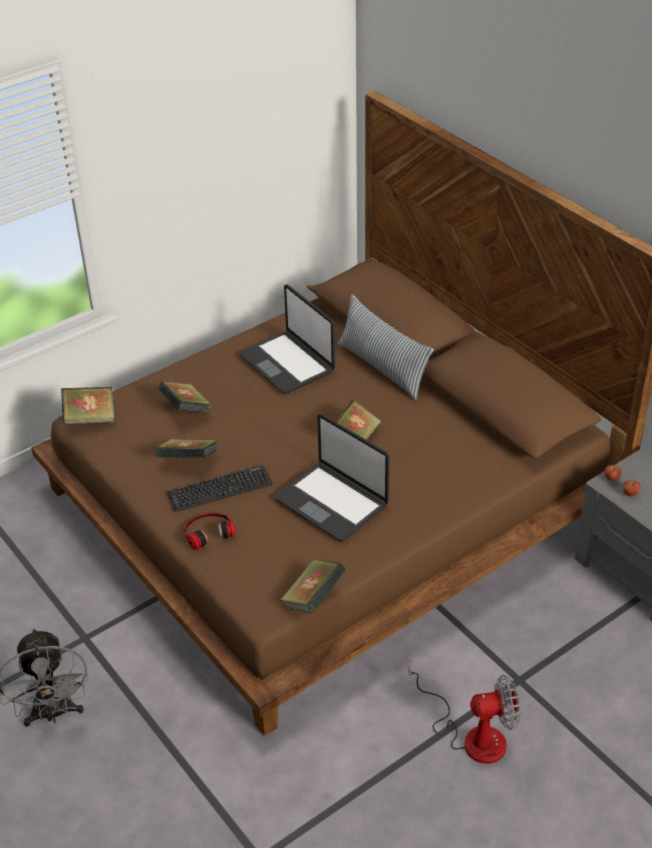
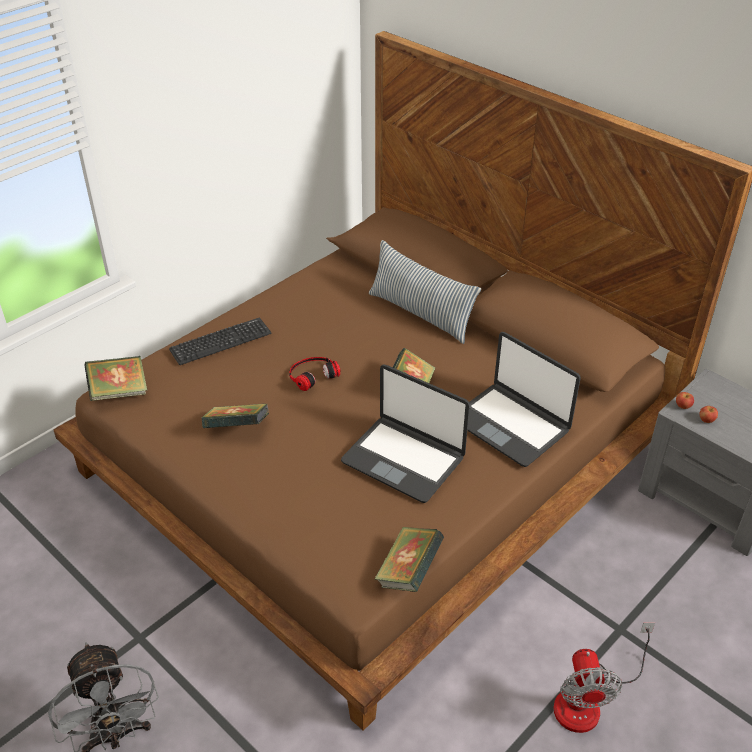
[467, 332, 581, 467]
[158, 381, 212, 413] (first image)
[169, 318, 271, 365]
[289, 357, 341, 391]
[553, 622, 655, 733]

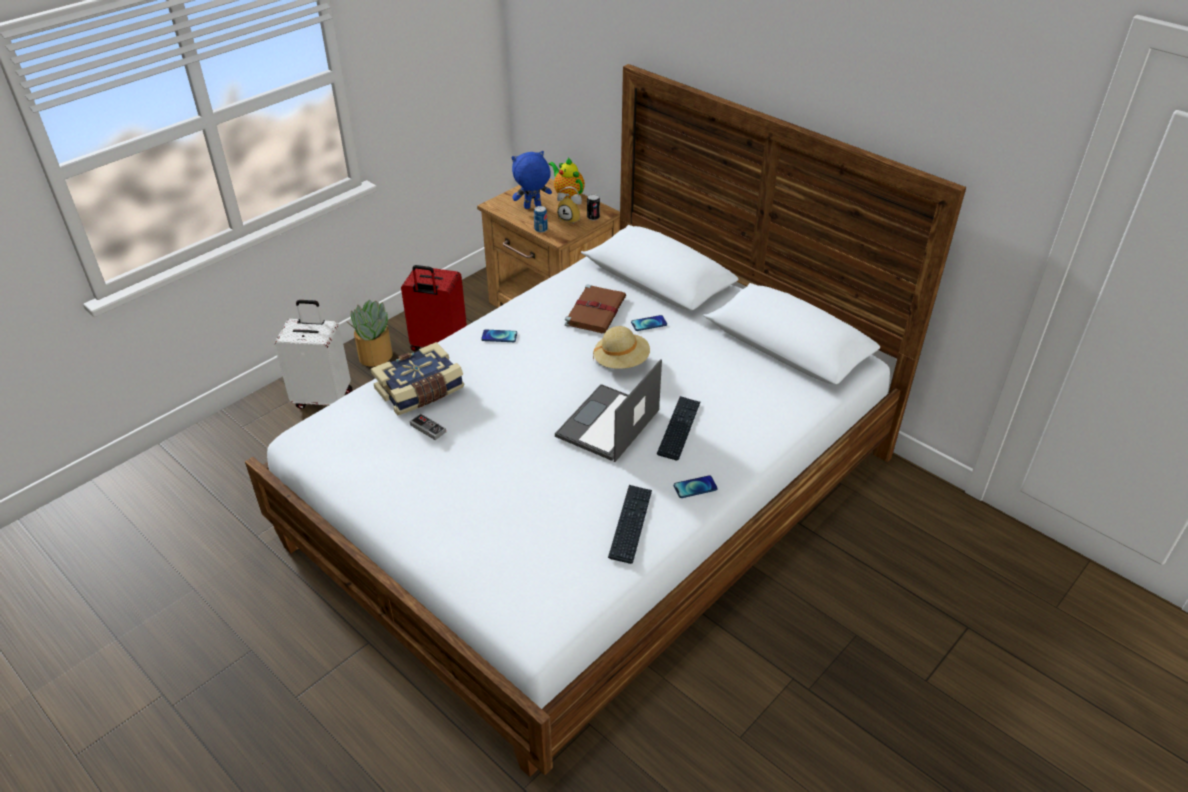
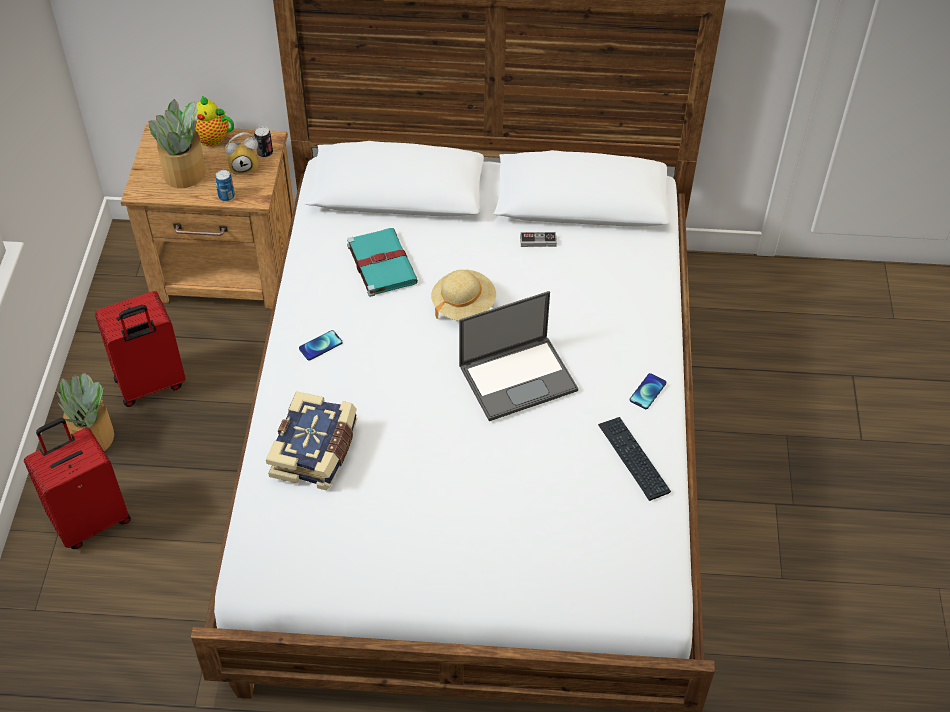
[149, 99, 206, 188]
[347, 228, 418, 297]
[24, 418, 131, 549]
[631, 315, 667, 331] (first image)
[459, 291, 578, 421]
[657, 396, 700, 460] (first image)
[520, 232, 557, 247]

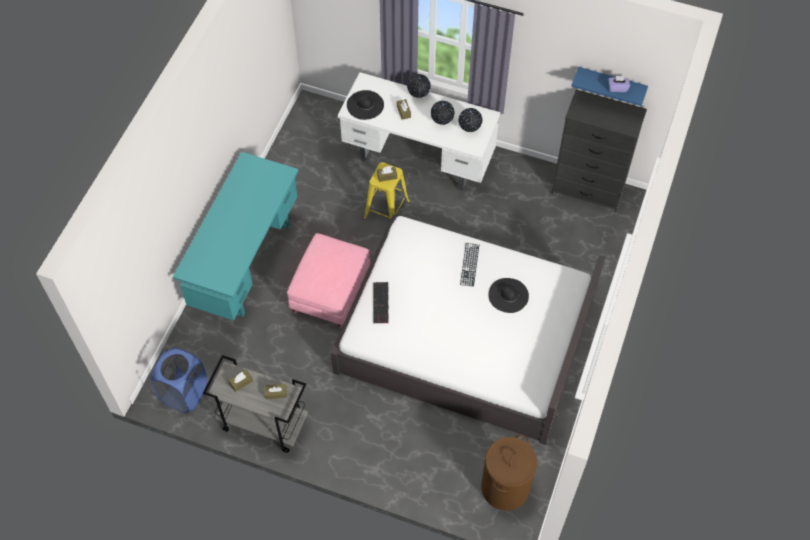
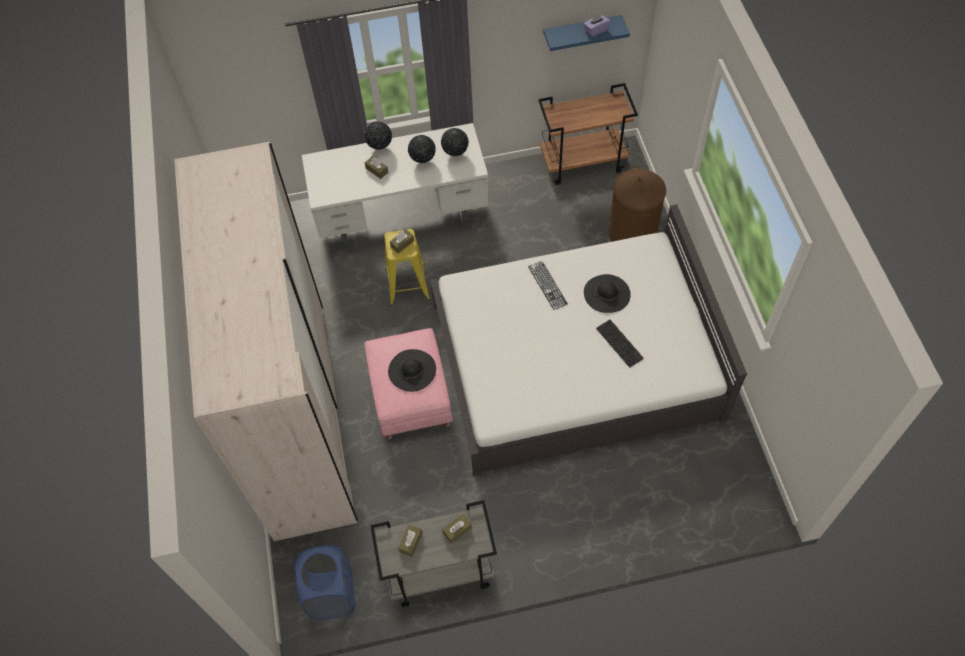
[538, 83, 638, 185]
[388, 349, 436, 392]
[174, 141, 358, 541]
[596, 320, 644, 368]
[608, 166, 666, 242]

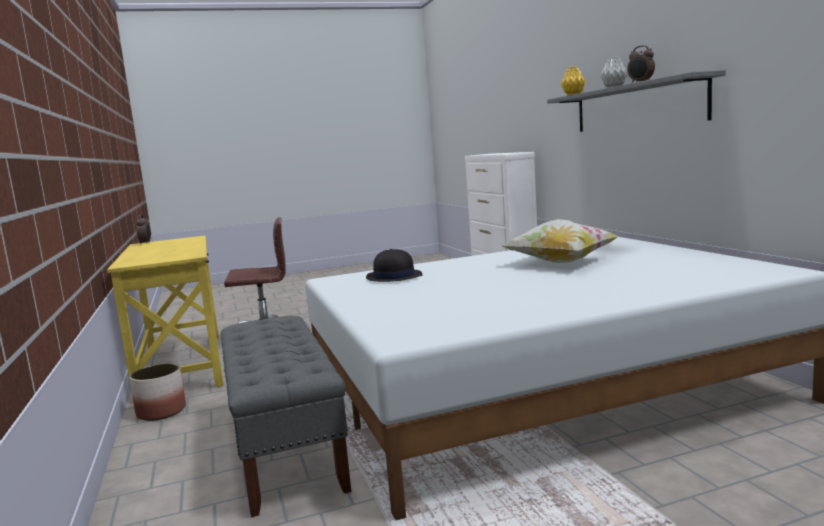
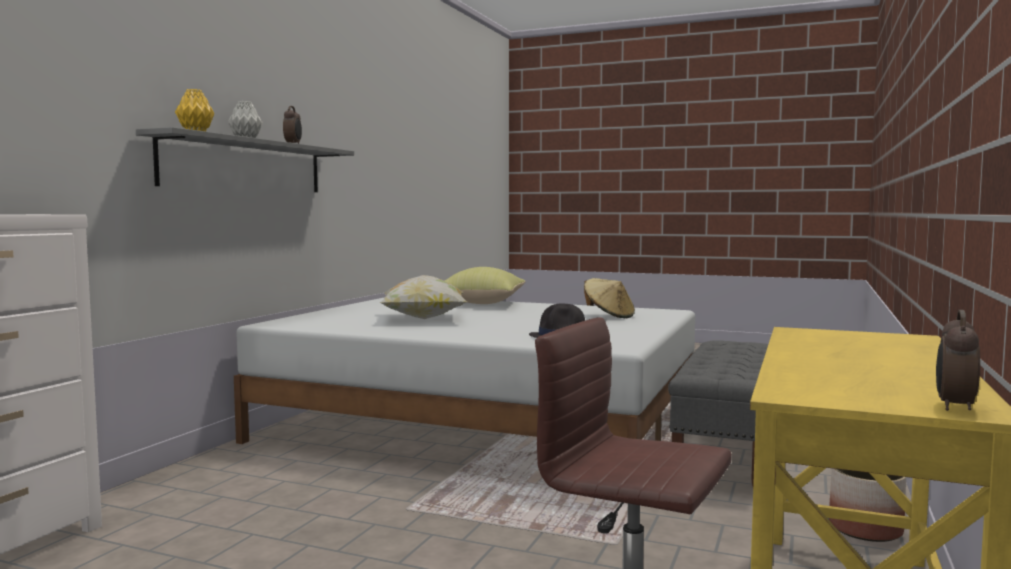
[445, 267, 526, 304]
[584, 278, 635, 318]

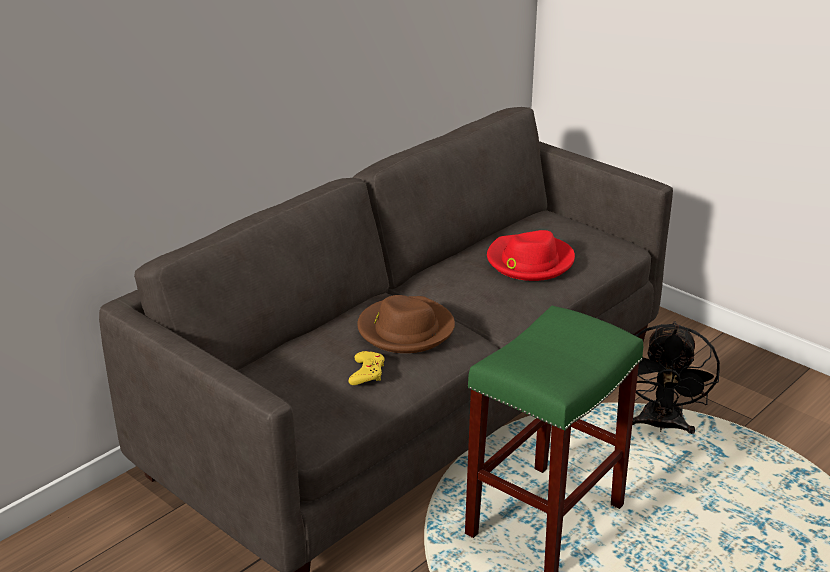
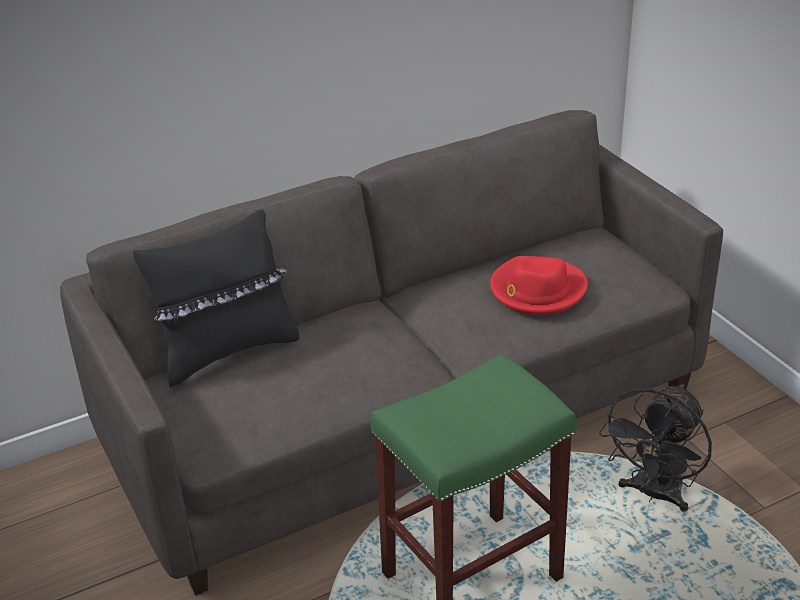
[357, 295, 455, 353] (first image)
[348, 351, 385, 385] (first image)
[133, 209, 299, 388]

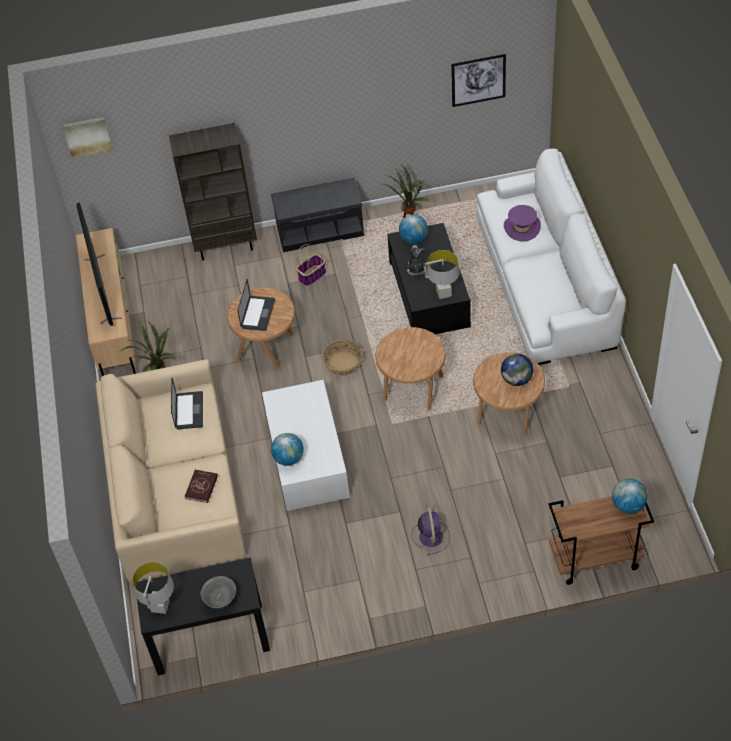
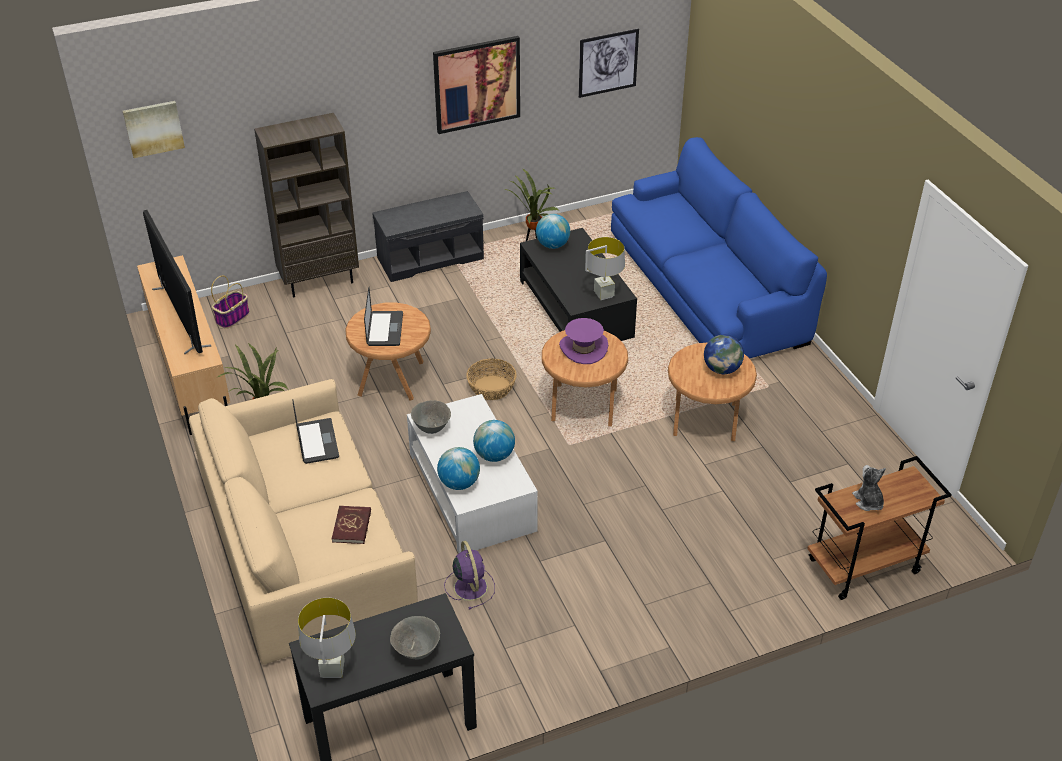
[611, 137, 827, 358]
[559, 318, 608, 364]
[211, 275, 250, 329]
[852, 465, 886, 511]
[473, 420, 515, 462]
[444, 541, 495, 609]
[433, 36, 520, 134]
[411, 400, 451, 434]

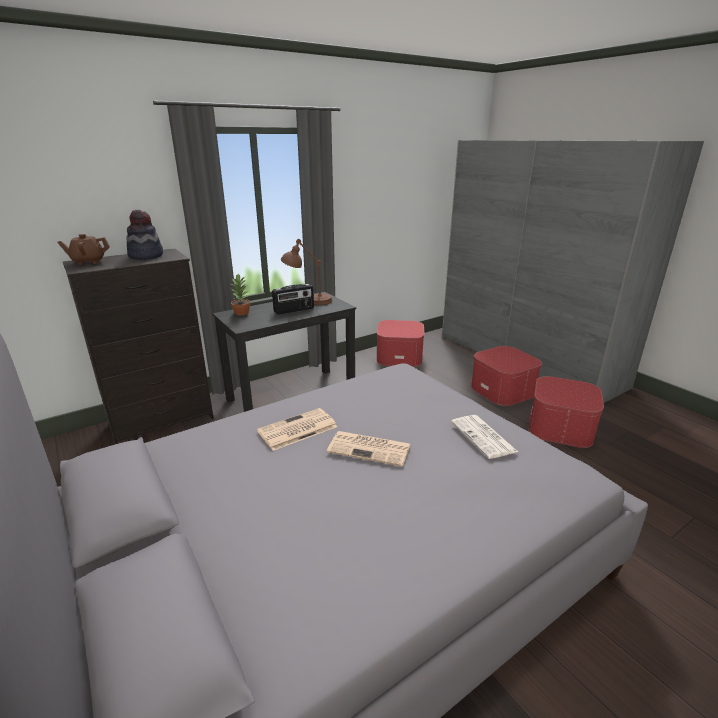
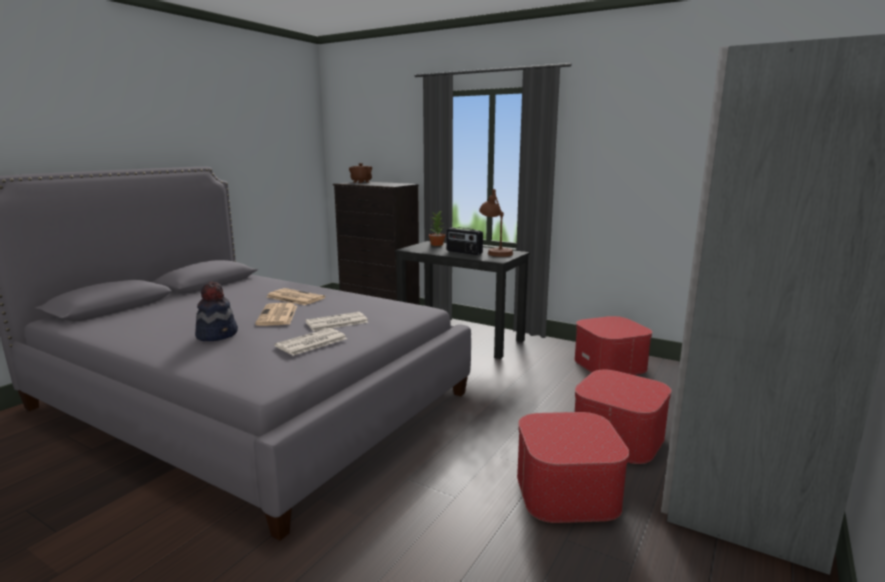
[195, 282, 238, 341]
[305, 312, 369, 331]

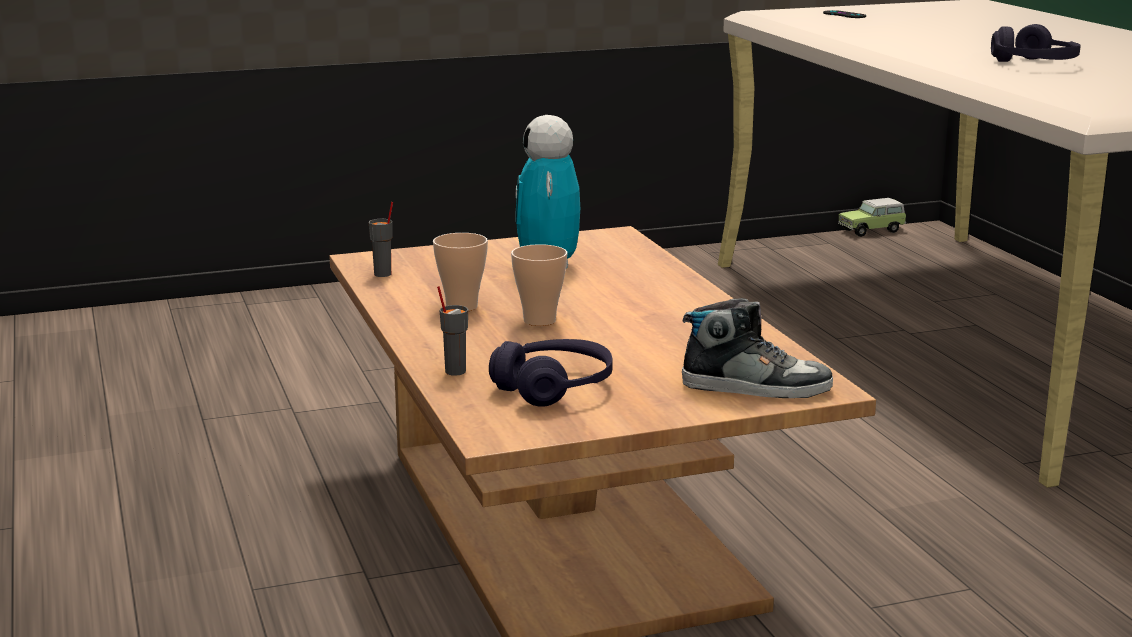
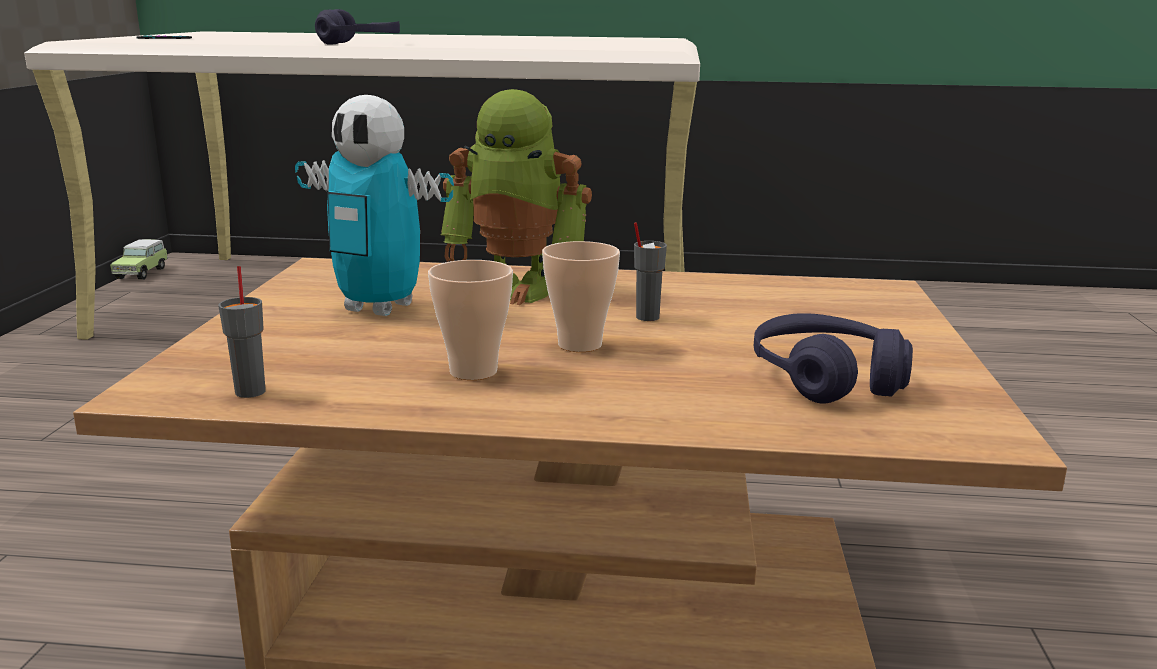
[315, 9, 400, 45]
[634, 222, 667, 321]
[682, 298, 833, 398] (first image)
[440, 89, 592, 305]

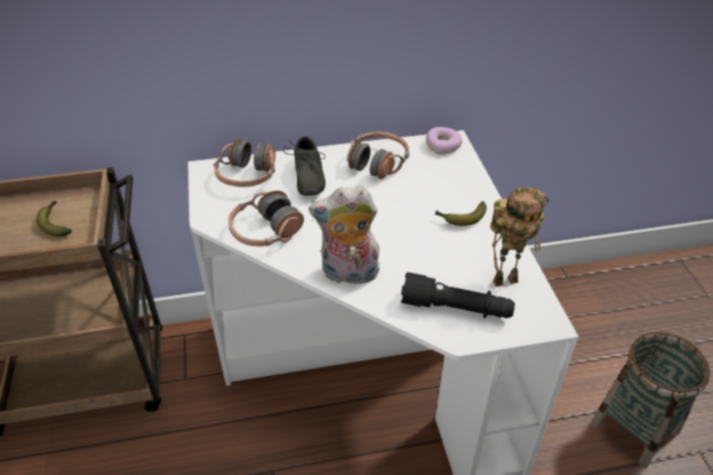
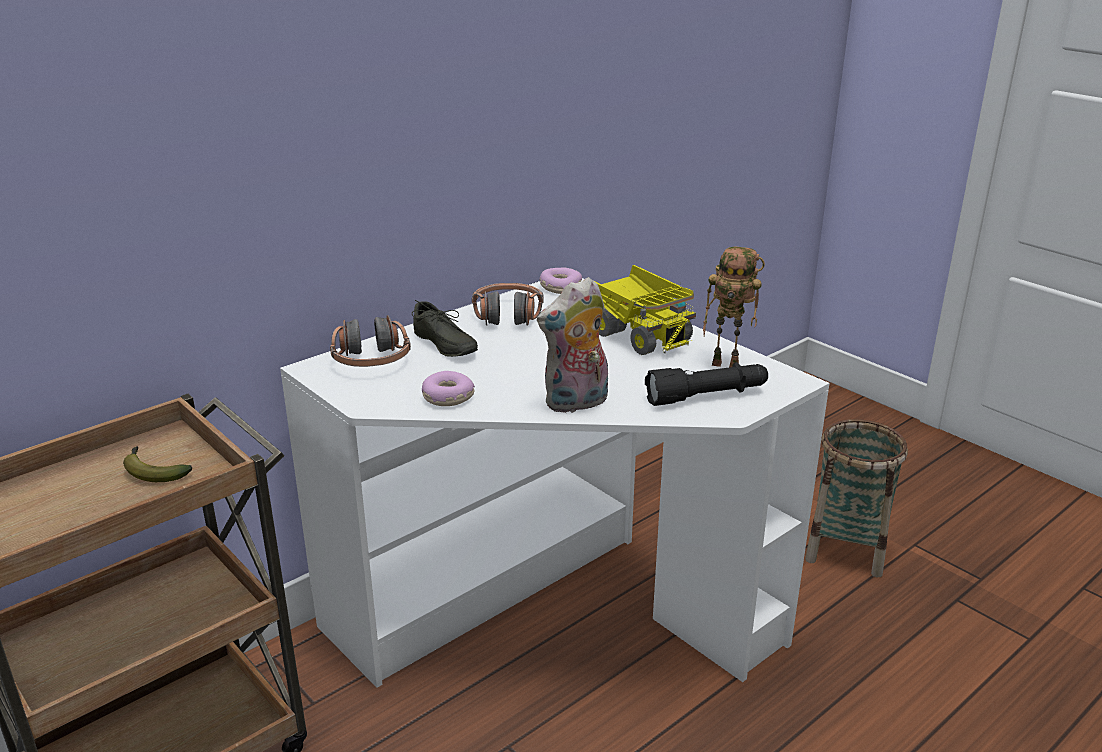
[703, 247, 765, 367]
[422, 371, 475, 406]
[593, 265, 696, 355]

